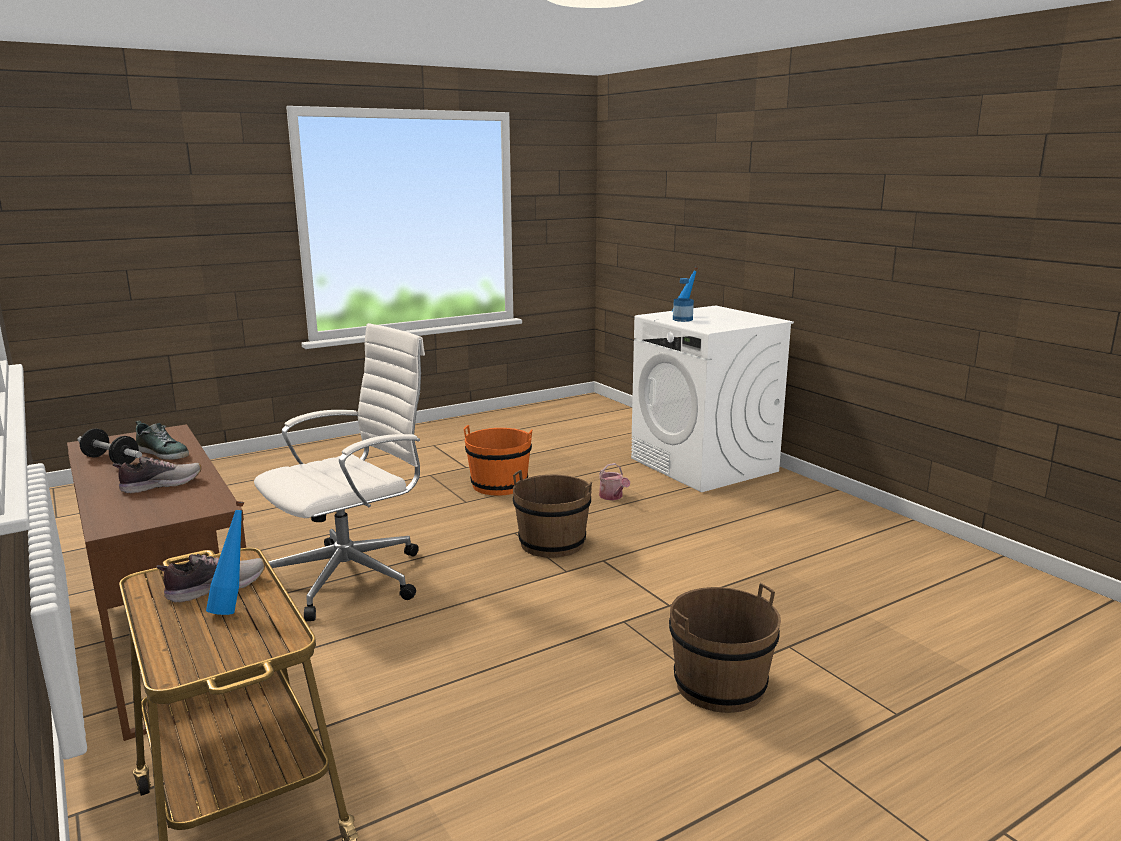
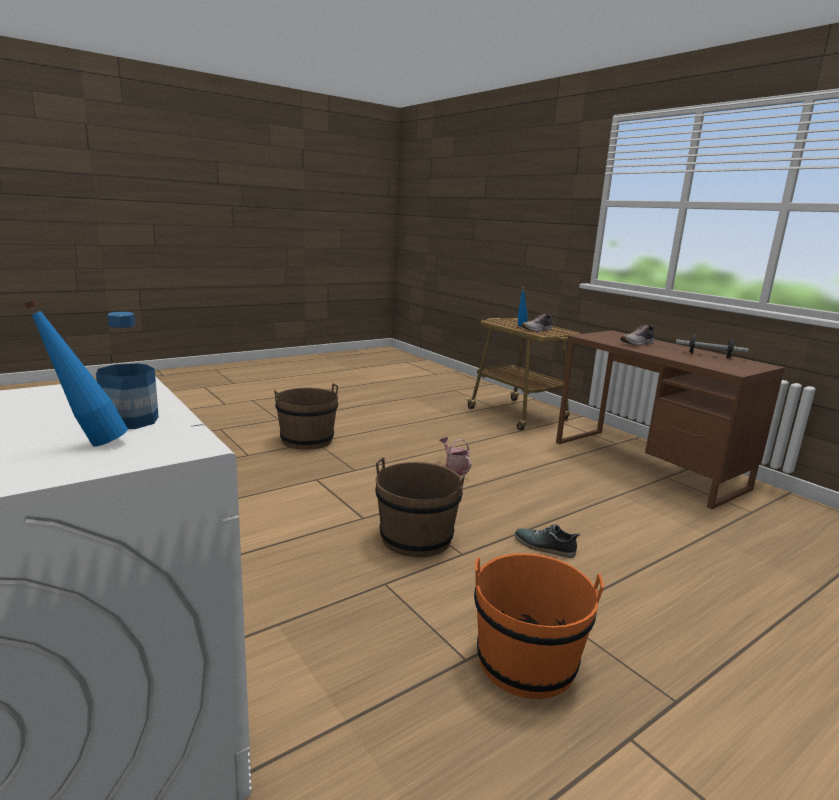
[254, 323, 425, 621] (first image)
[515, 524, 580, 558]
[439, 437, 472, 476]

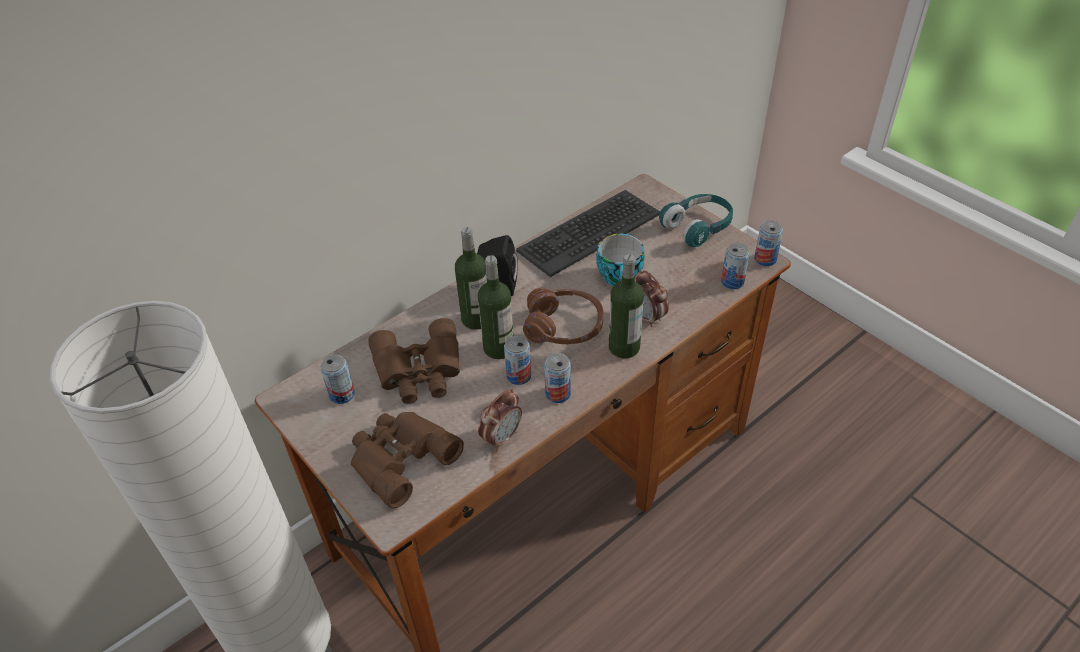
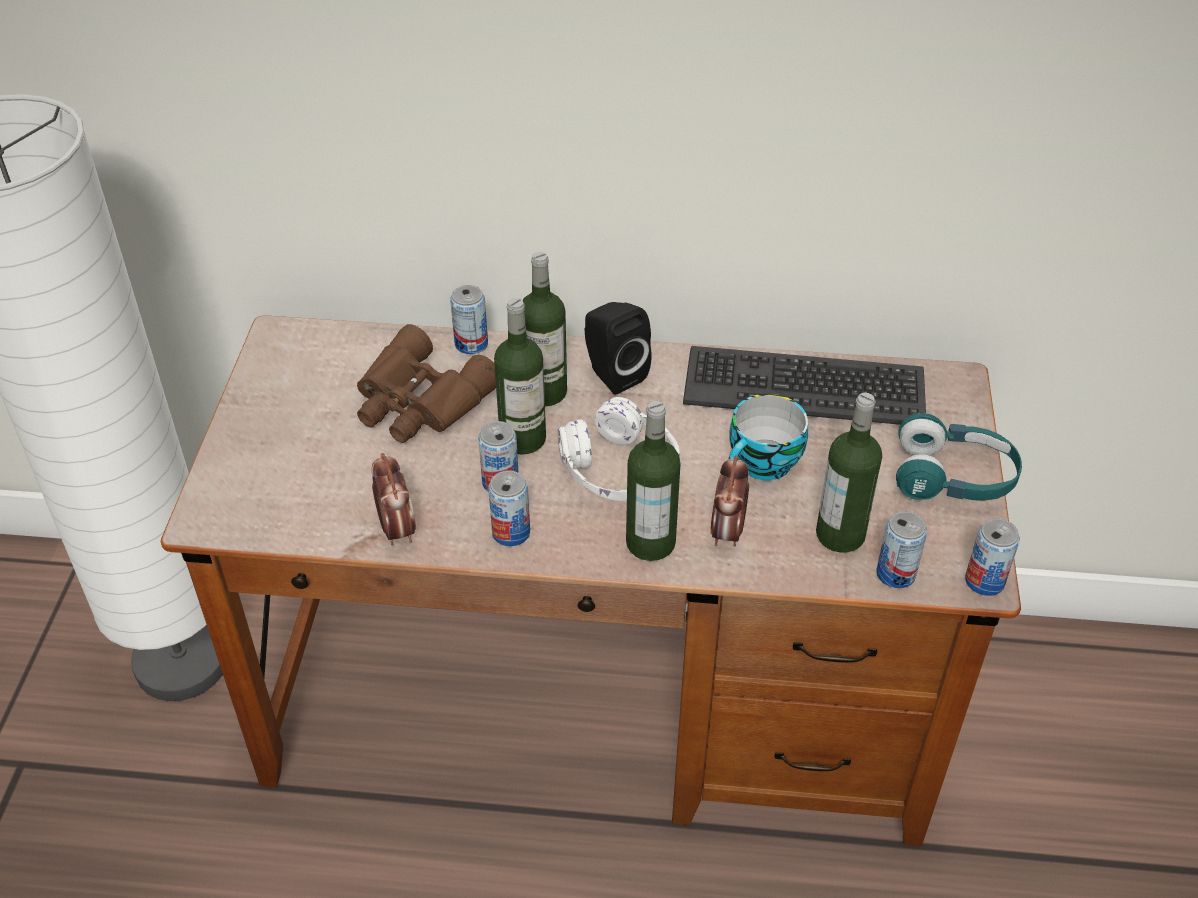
[557, 397, 680, 502]
[450, 285, 488, 354]
[372, 453, 416, 545]
[351, 412, 464, 508] (first image)
[816, 393, 882, 552]

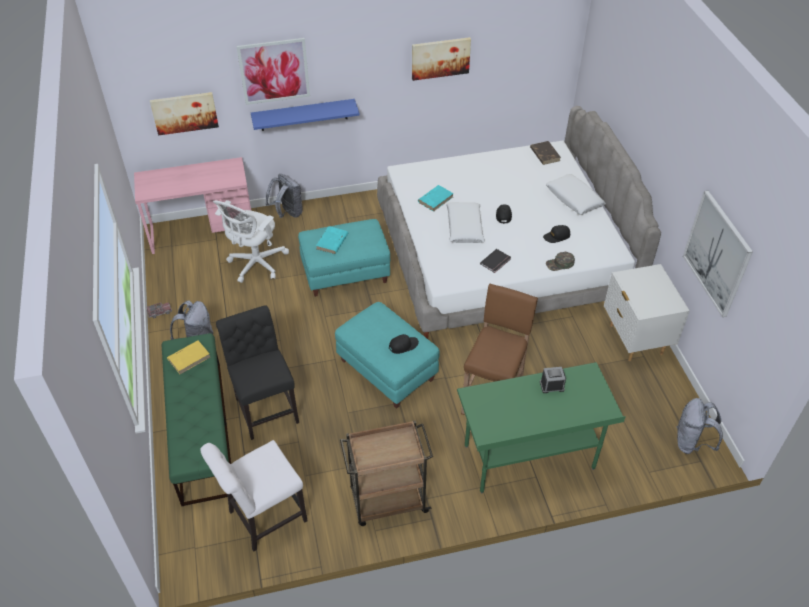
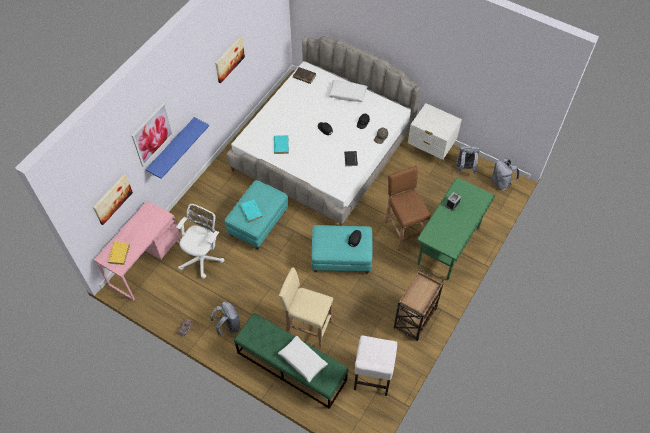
[455, 146, 480, 174]
[683, 190, 753, 317] (first image)
[176, 204, 225, 279]
[278, 336, 328, 382]
[279, 267, 333, 348]
[108, 242, 130, 265]

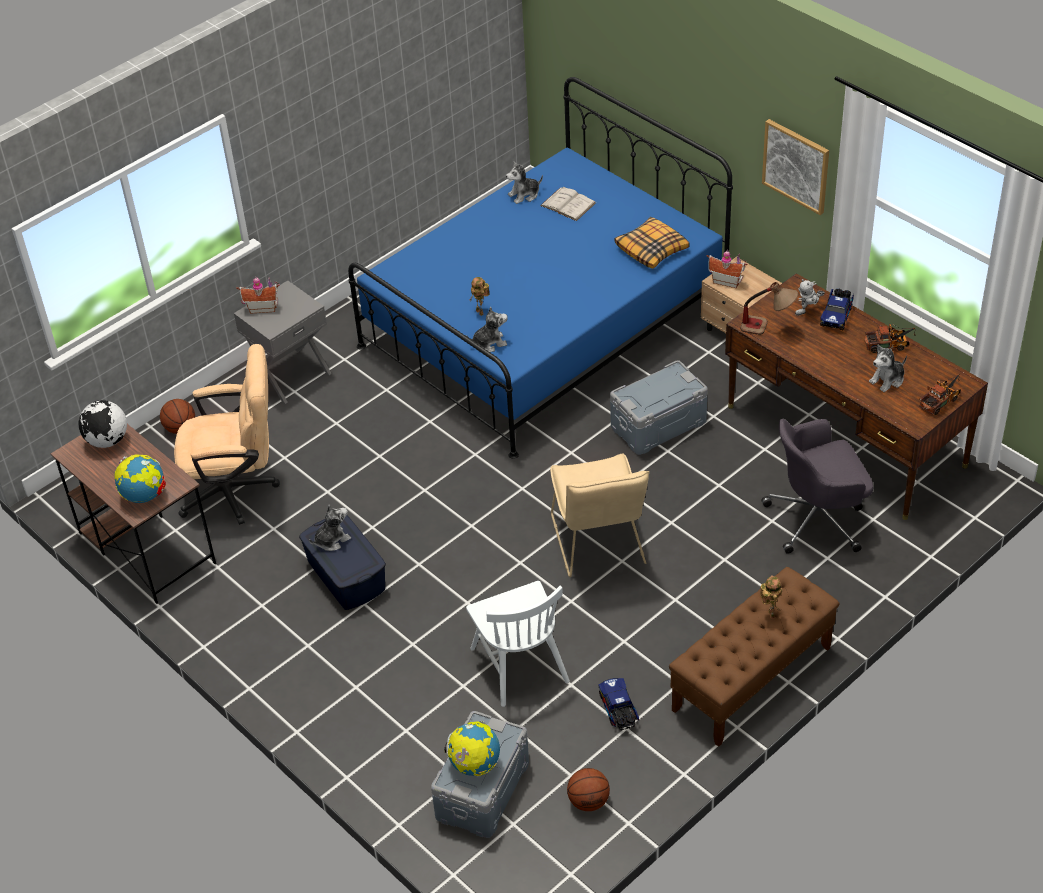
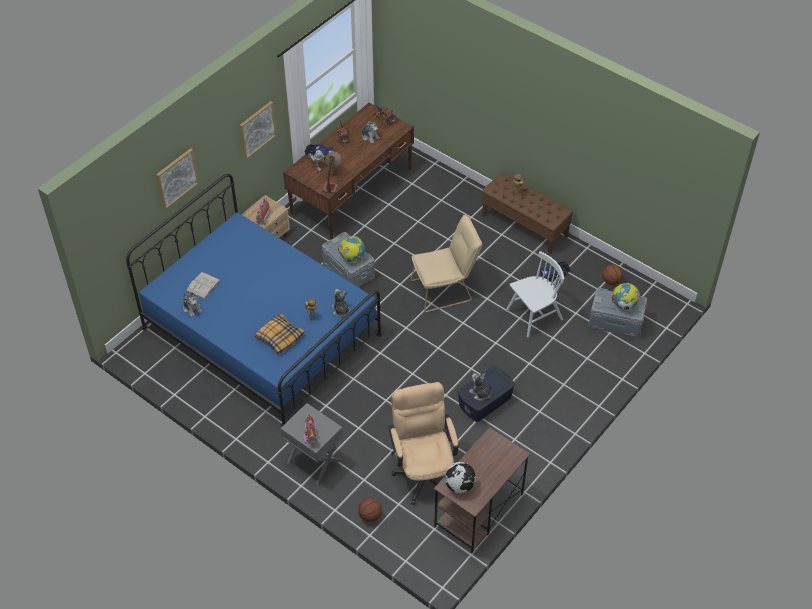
[255, 314, 304, 354]
[761, 419, 873, 554] (first image)
[338, 236, 365, 262]
[156, 148, 199, 210]

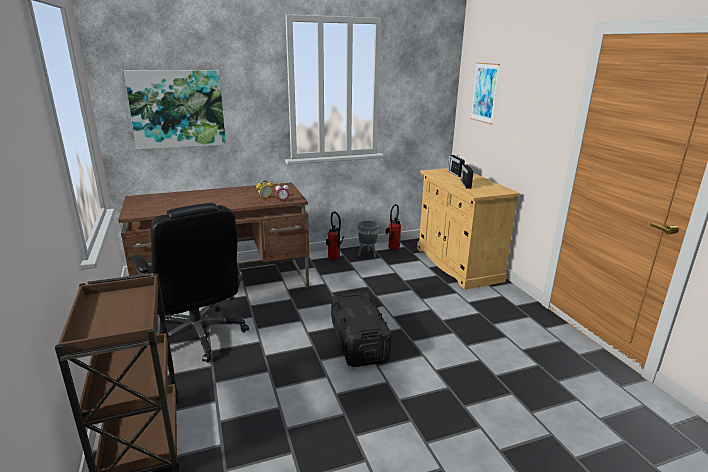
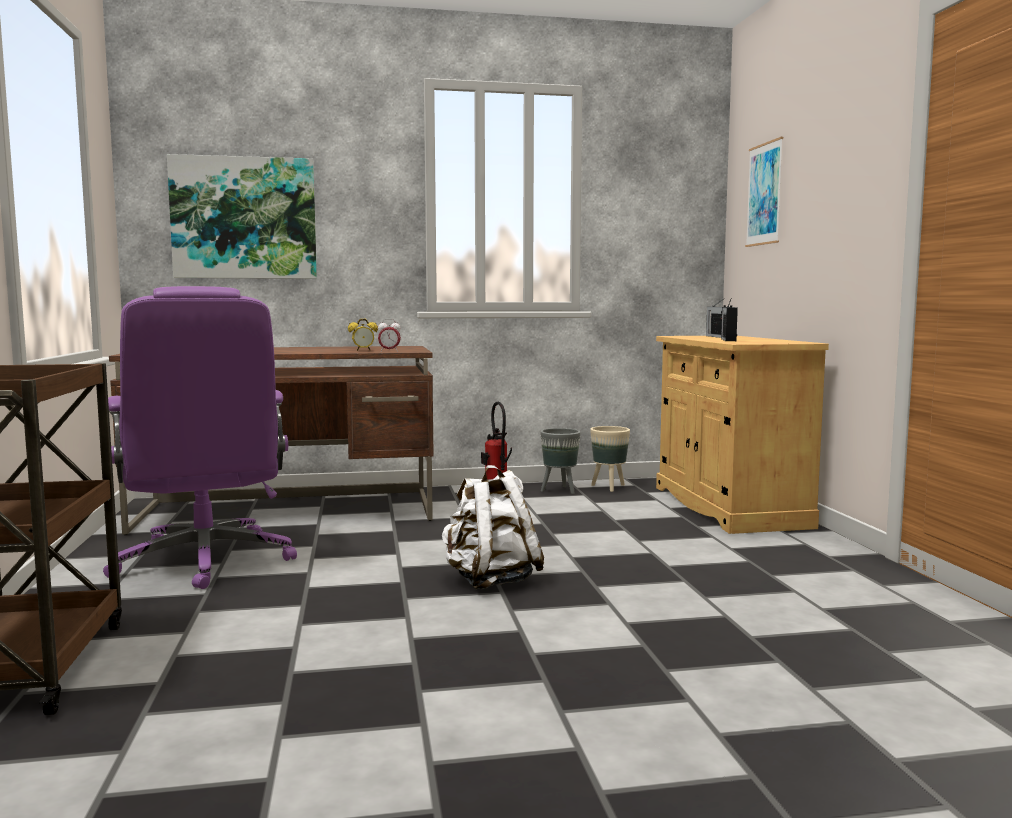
[103, 286, 297, 589]
[590, 426, 630, 492]
[442, 465, 544, 589]

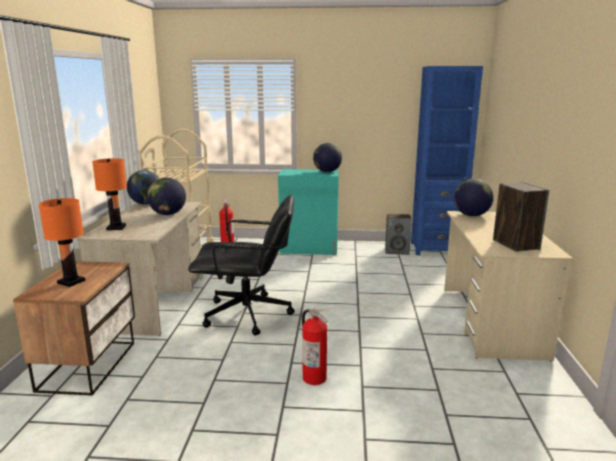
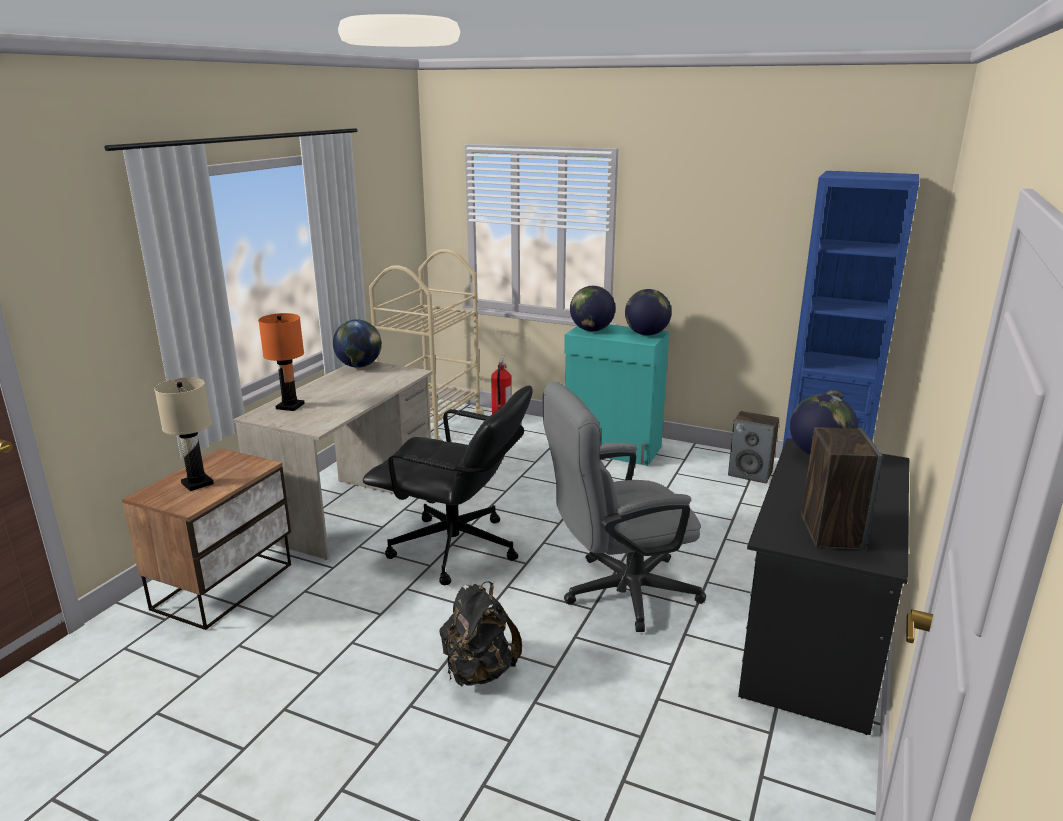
[570, 286, 615, 331]
[154, 377, 214, 491]
[738, 438, 909, 735]
[439, 582, 522, 687]
[543, 382, 706, 632]

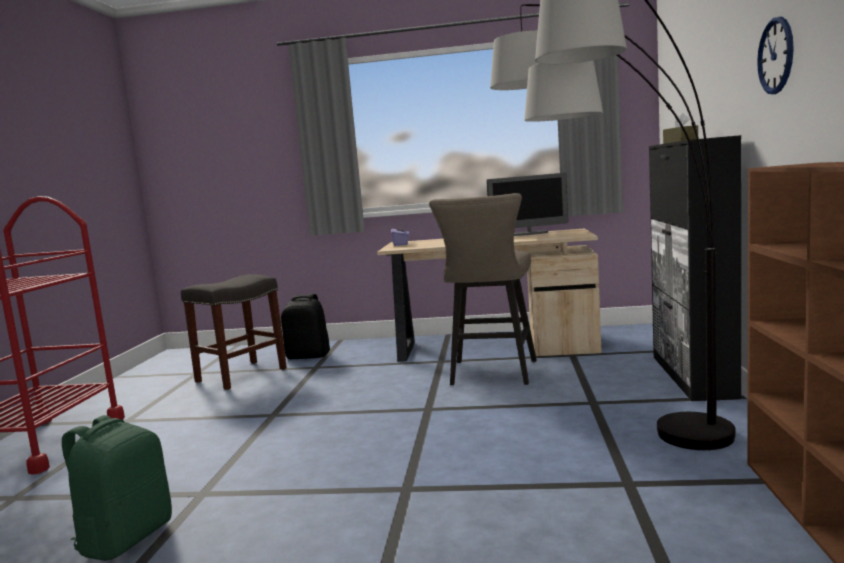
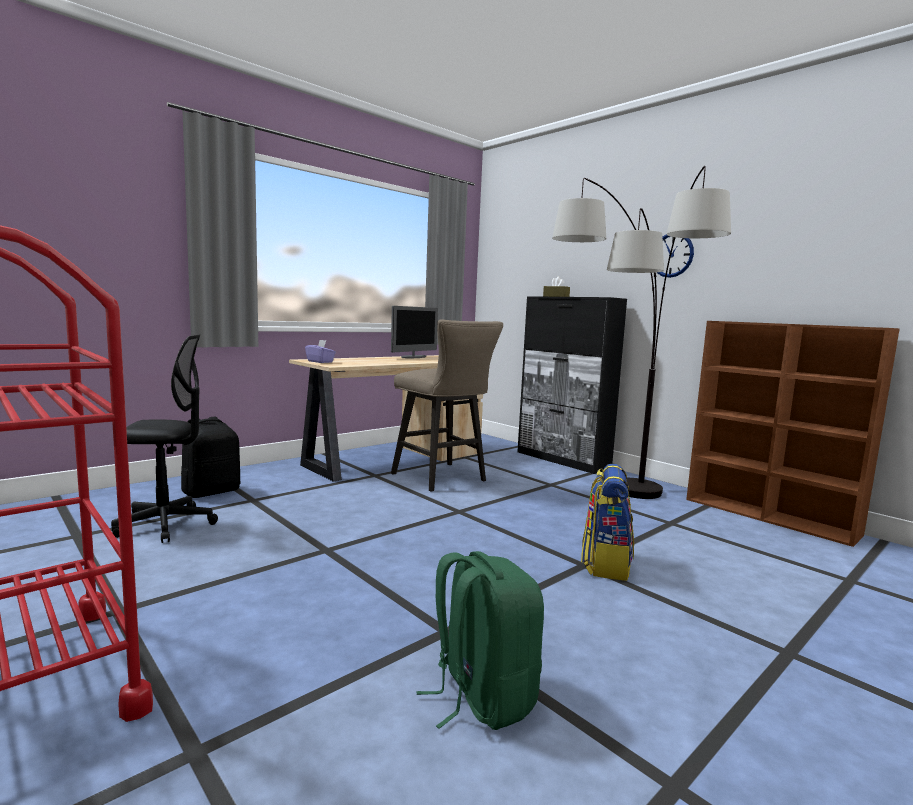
[111, 334, 218, 543]
[581, 463, 634, 581]

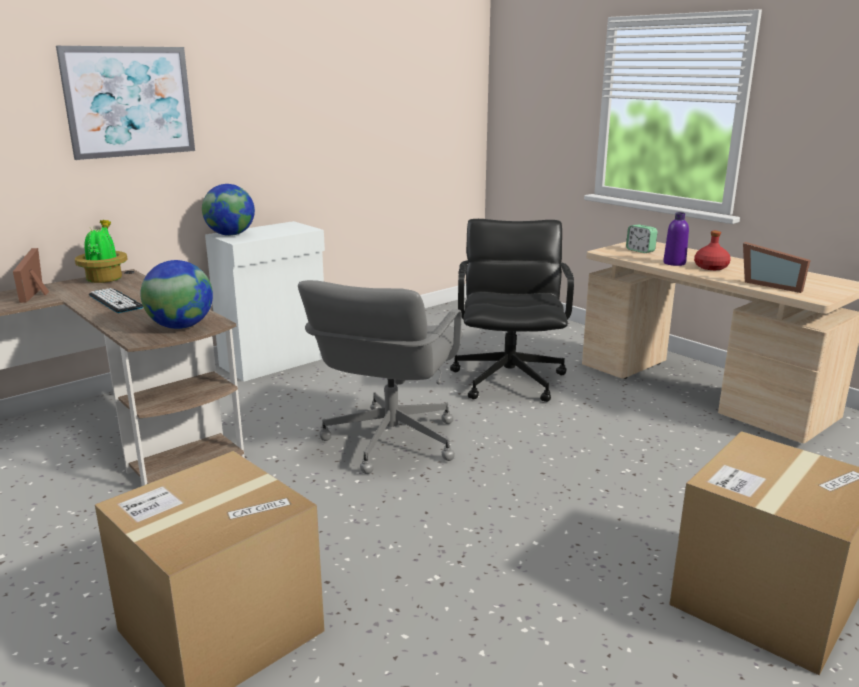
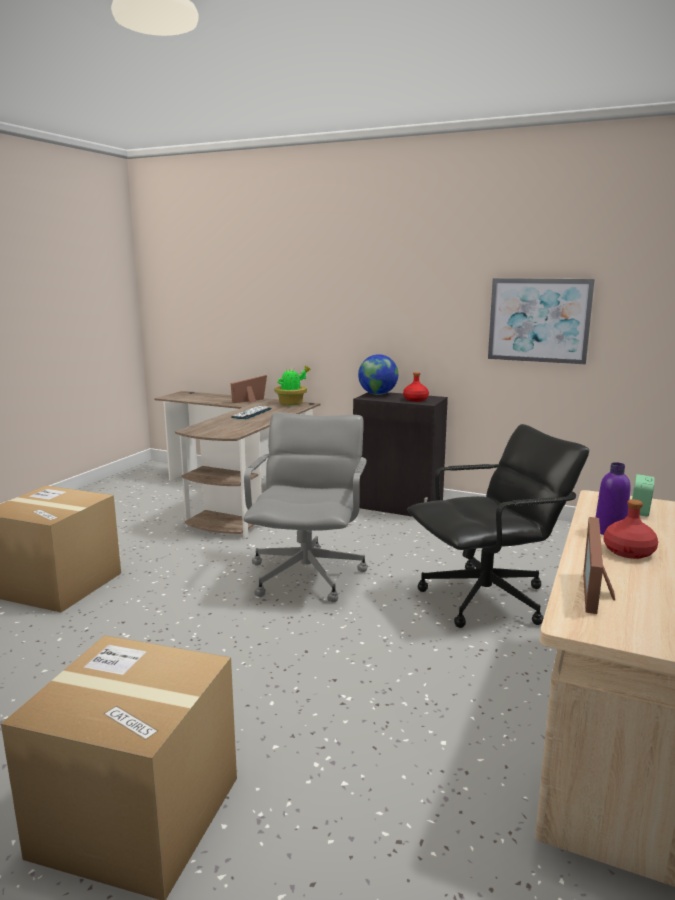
[488, 278, 595, 364]
[353, 392, 448, 516]
[140, 260, 213, 329] (first image)
[244, 412, 368, 603]
[403, 372, 429, 402]

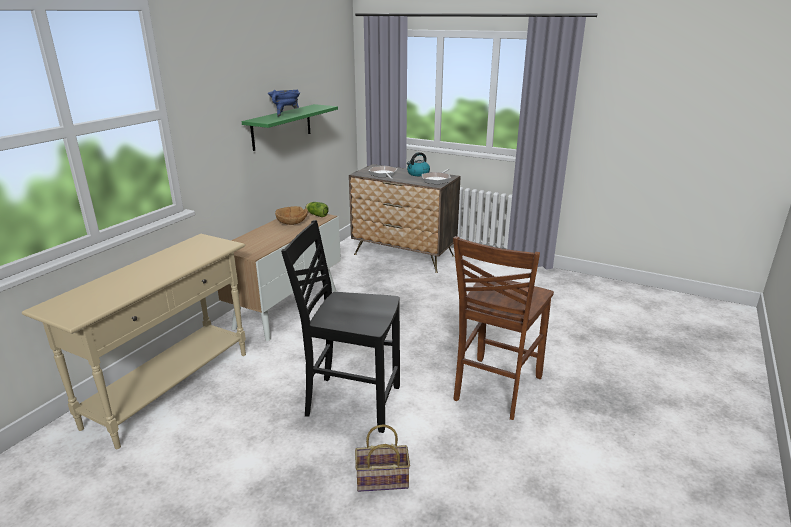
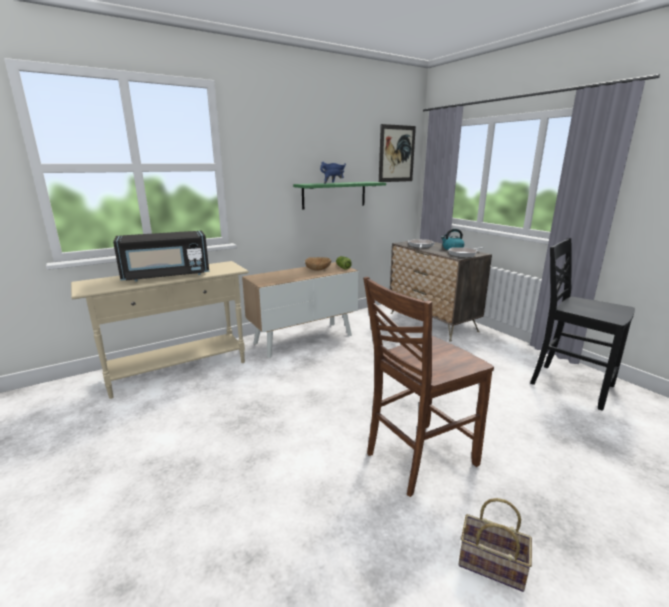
[530, 238, 635, 411]
[458, 498, 532, 592]
[379, 124, 416, 182]
[113, 231, 209, 281]

